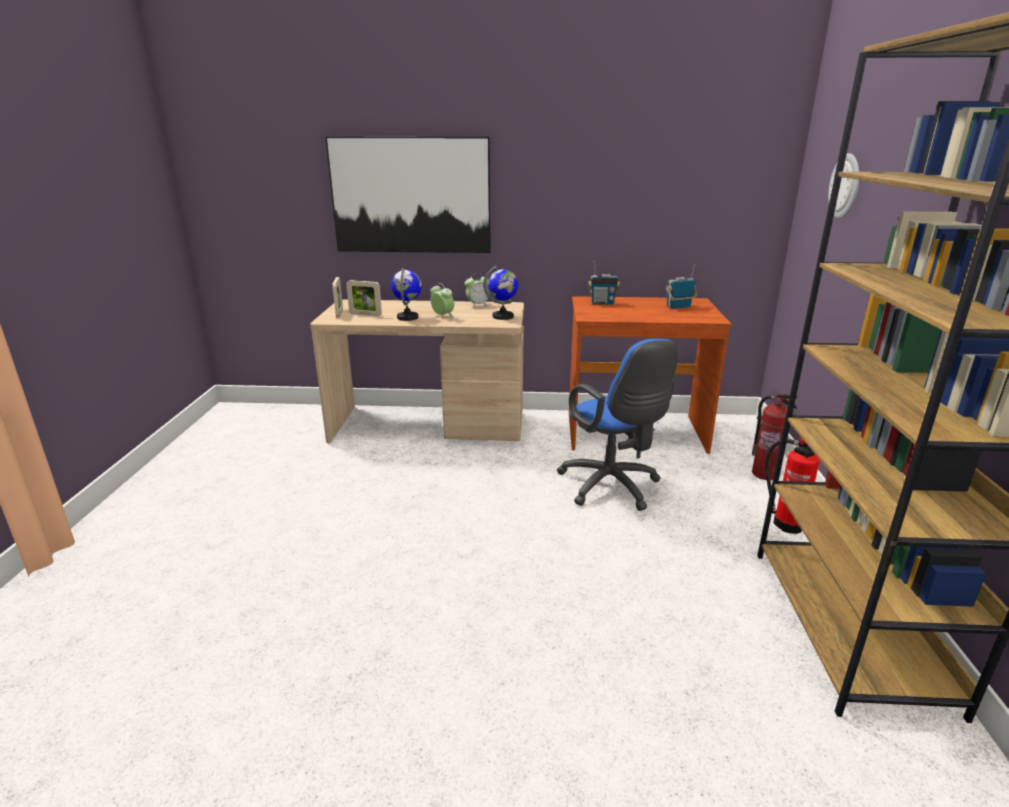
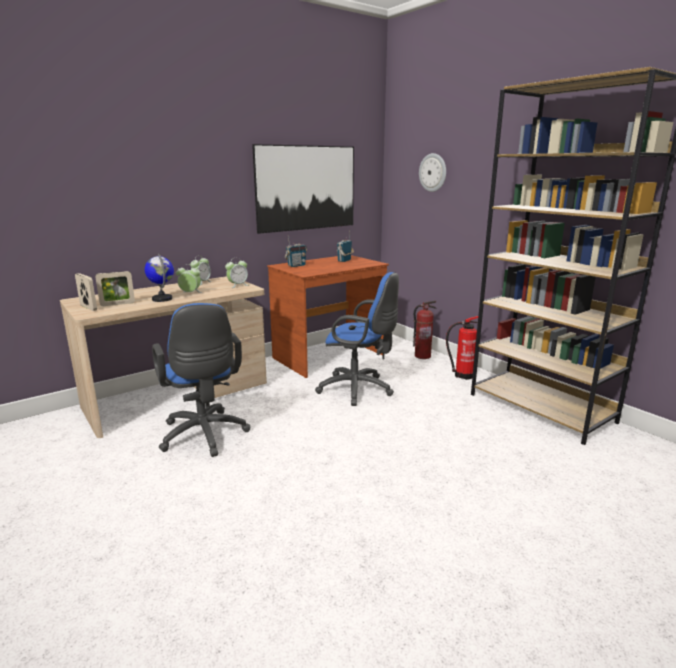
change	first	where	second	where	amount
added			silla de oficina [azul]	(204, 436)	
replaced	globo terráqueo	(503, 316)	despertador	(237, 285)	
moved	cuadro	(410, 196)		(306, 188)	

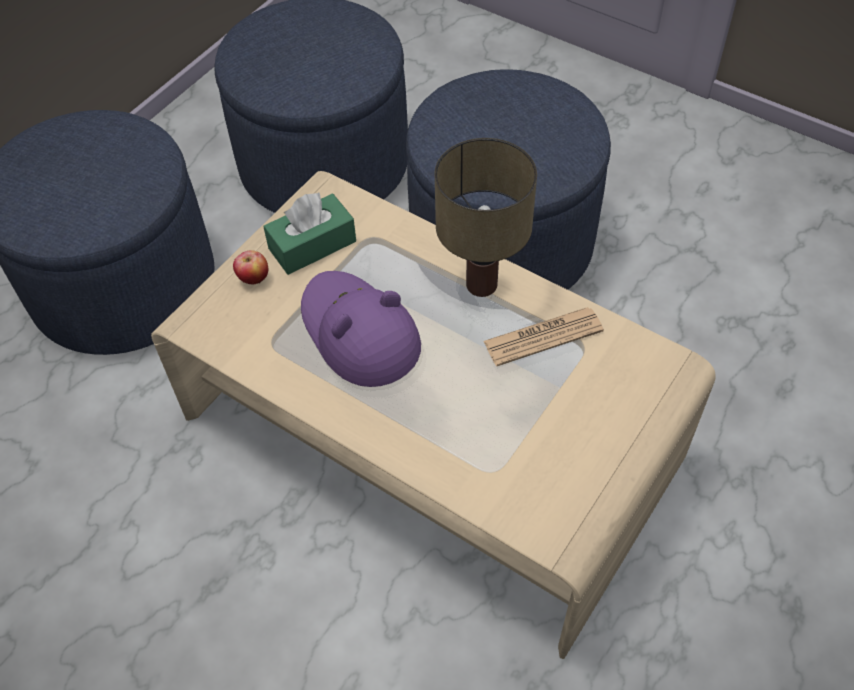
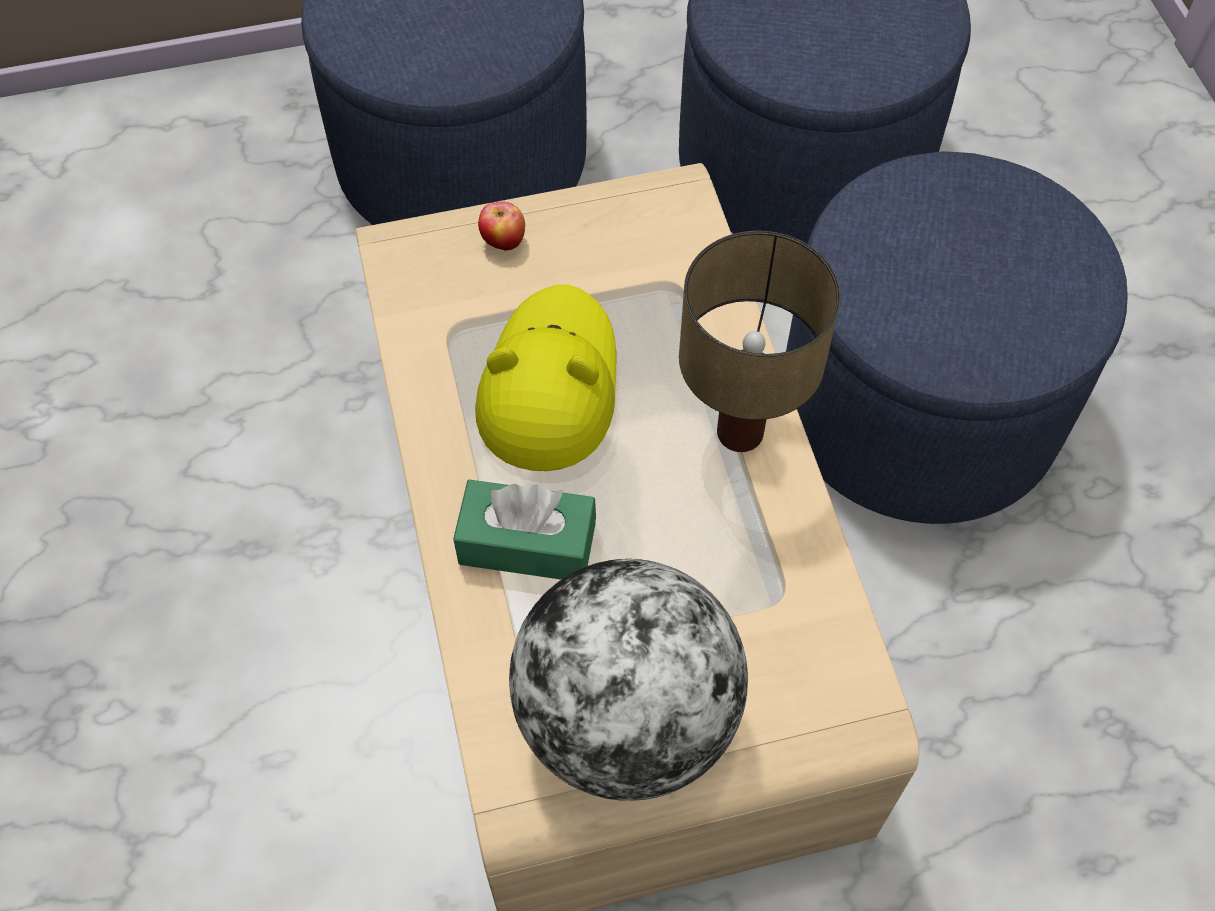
change	first	where	second	where	amount
moved	caja de pañuelos [verde]	(312, 245)		(527, 544)	
recoloured	sombrero [morado]	(358, 333)	sombrero [amarillo]	(549, 385)	
added			globo terráqueo	(627, 719)	
removed	periódico	(543, 337)			

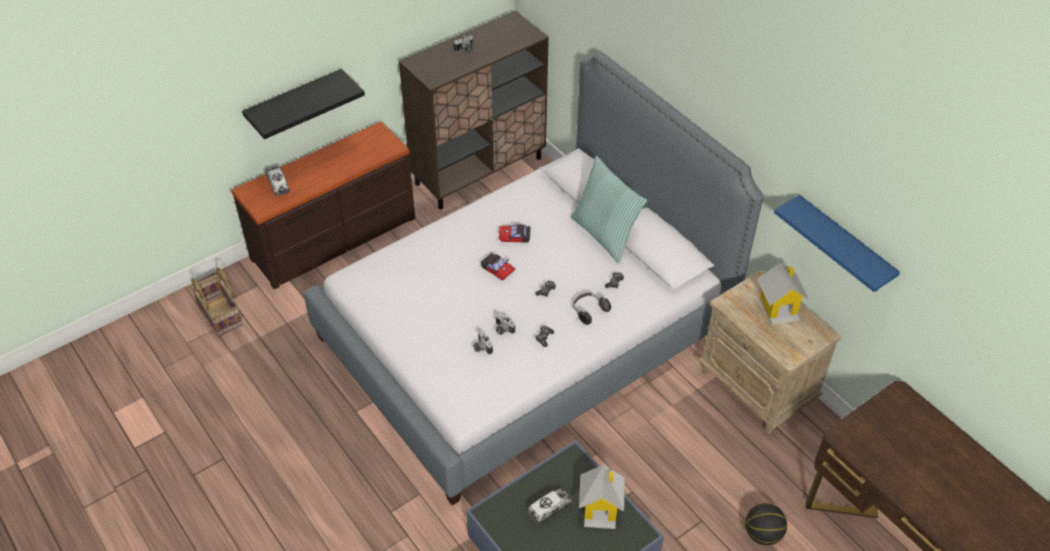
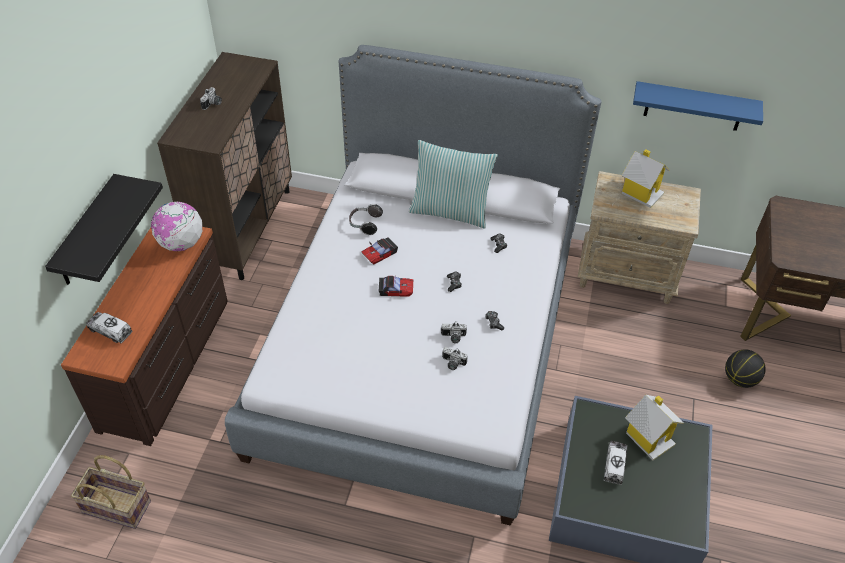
change	first	where	second	where	amount
added			globo terráqueo	(181, 244)	
moved	auriculares	(589, 311)		(365, 224)	

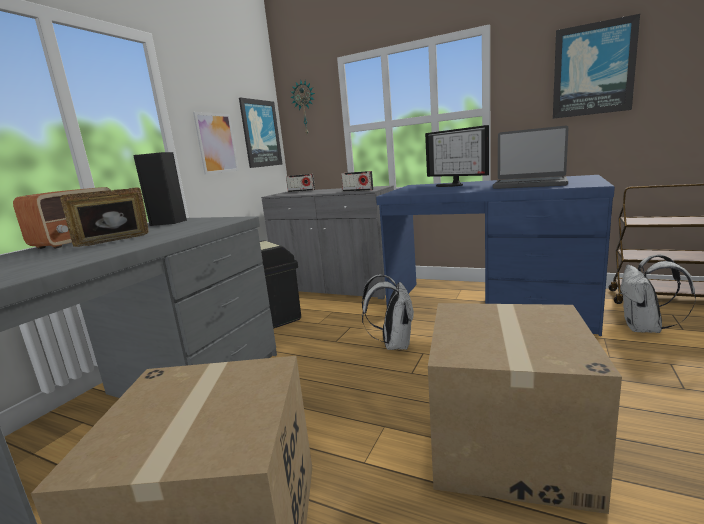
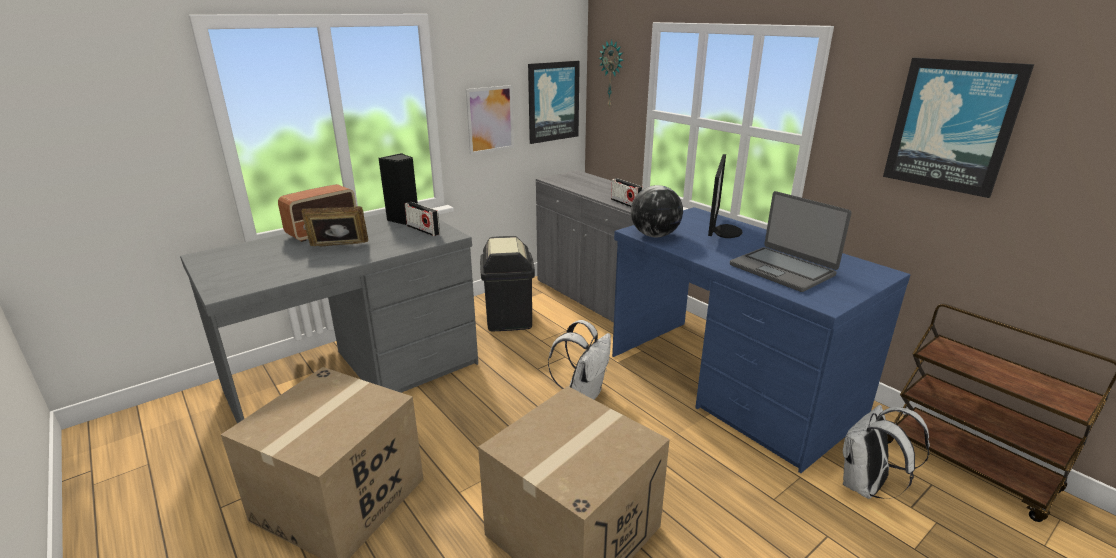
change	first	where	second	where	amount
moved	radio	(301, 191)		(423, 230)	
added			globo terráqueo	(654, 235)	
turned	monitor	(451, 185)		(723, 231)	150 degrees counterclockwise

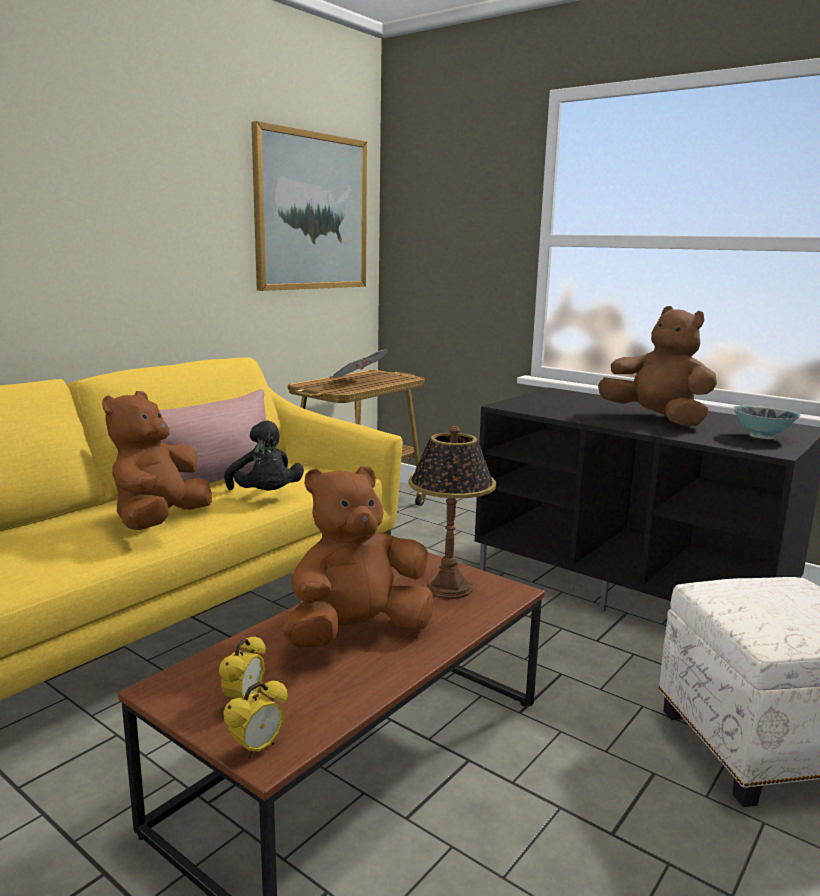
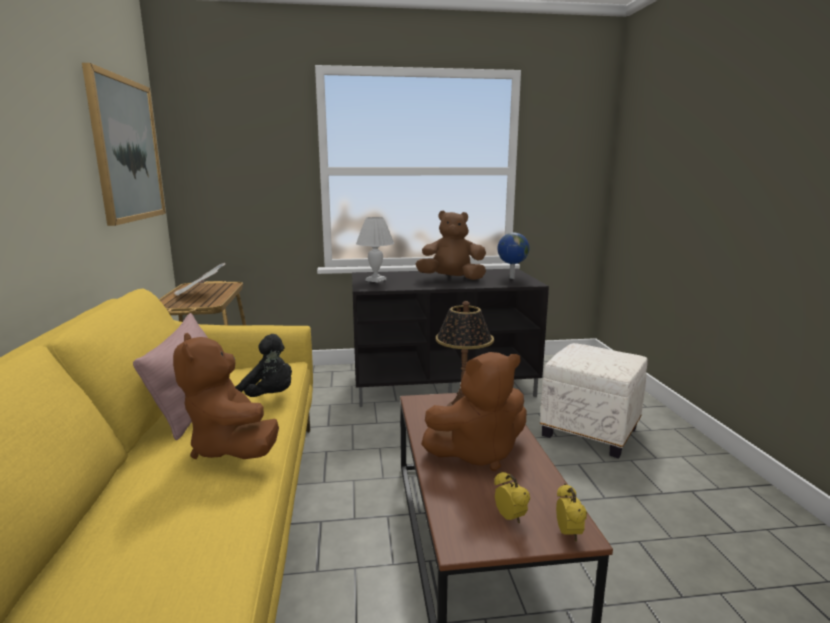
change	first	where	second	where	amount
added			lámpara de mesa [blanco]	(376, 280)	
turned	peluche [marrón]	(357, 633)		(478, 453)	120 degrees counterclockwise
replaced	cuenco	(762, 437)	globo terráqueo	(511, 278)	

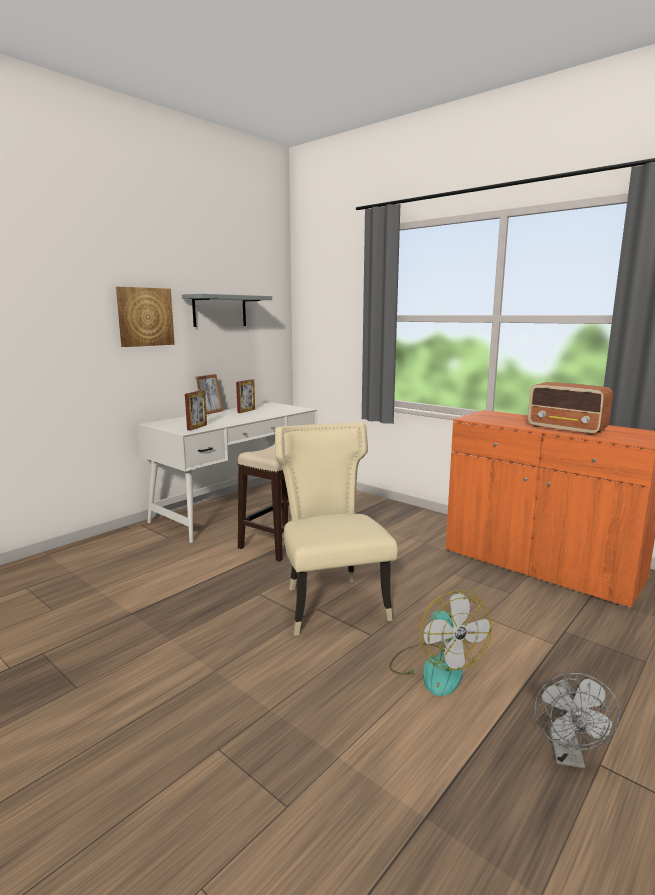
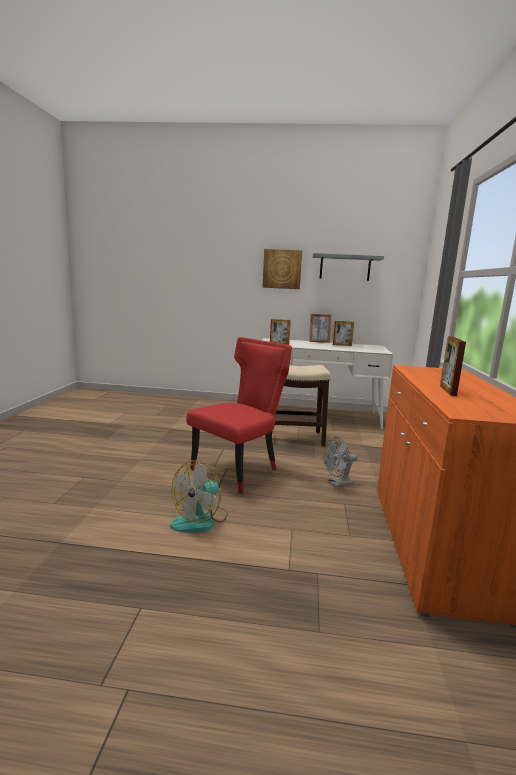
change	first	where	second	where	amount
recoloured	silla [beis]	(331, 603)	silla [rojo]	(239, 470)	
moved	ventilador [gris]	(567, 756)		(337, 484)	
replaced	radio	(567, 429)	portarretratos	(448, 390)	

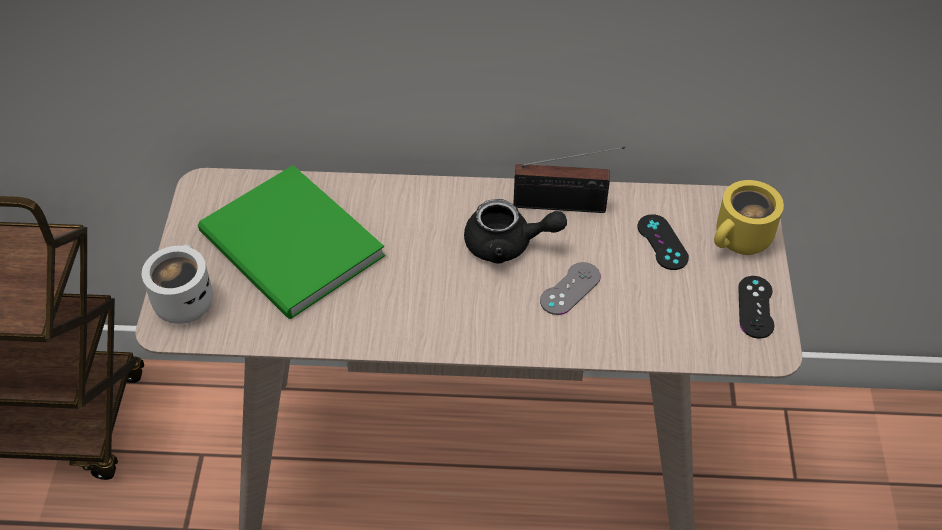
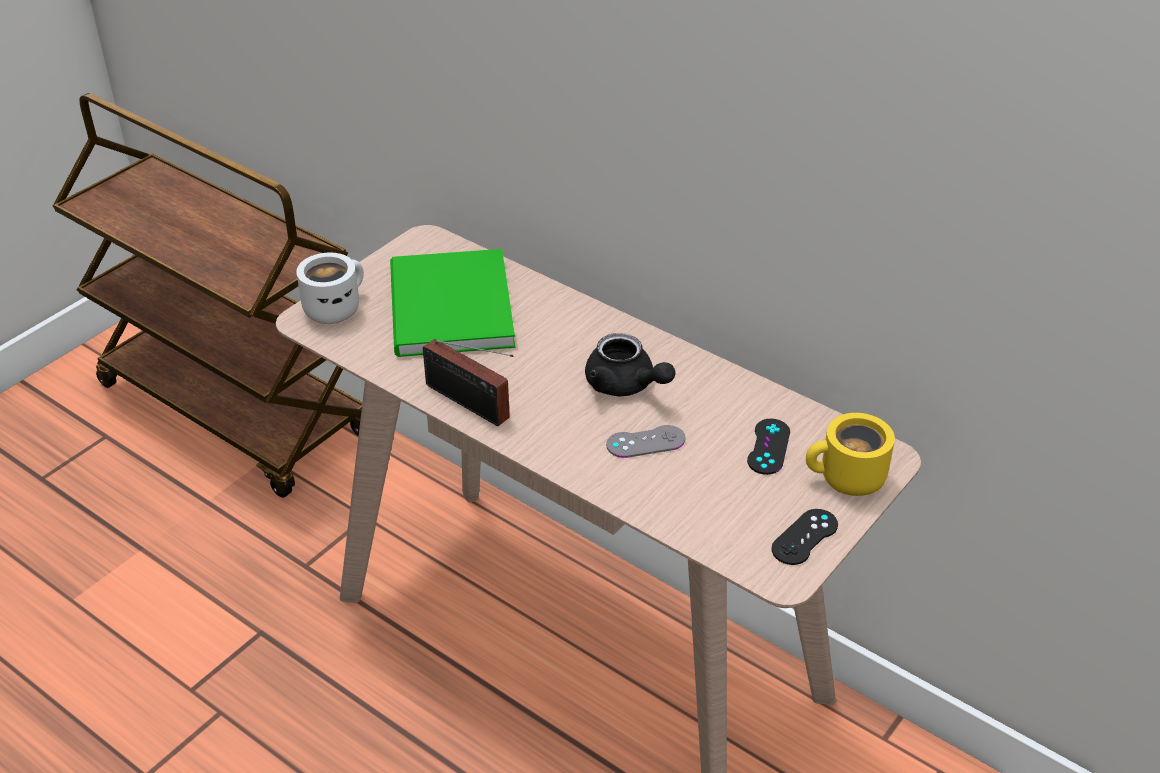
change	first	where	second	where	amount
moved	radio	(565, 206)		(470, 404)	

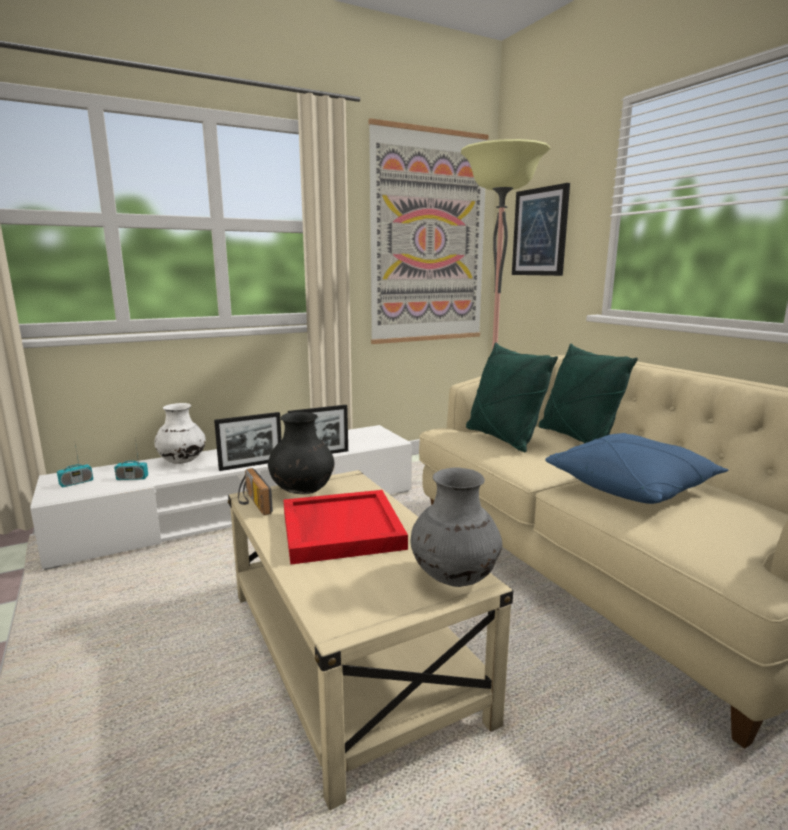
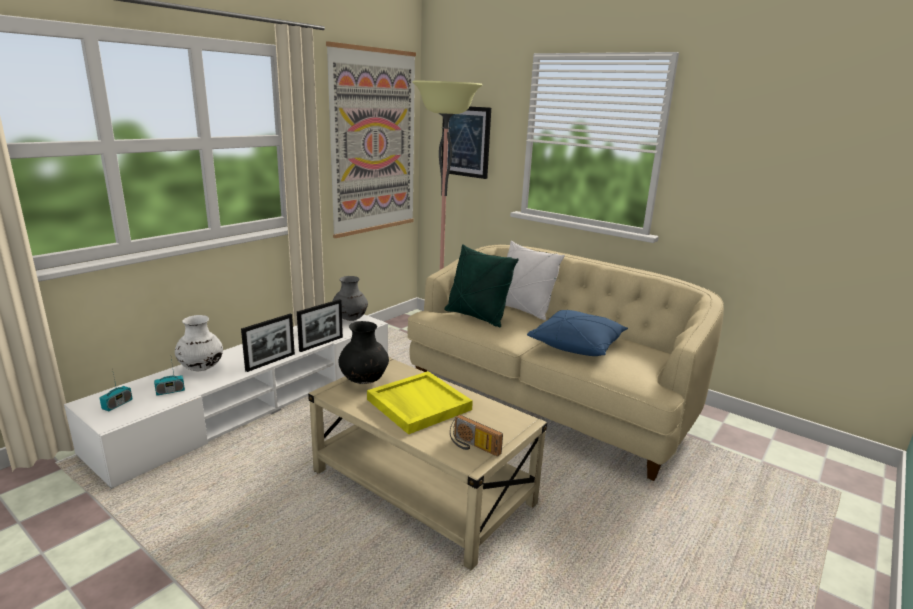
change	first	where	second	where	amount
moved	florero [gris]	(454, 578)		(350, 319)	
recoloured	bandeja [rojo]	(340, 529)	bandeja [amarillo]	(418, 404)	
moved	radio	(252, 503)		(472, 447)	
recoloured	cojín [verde]	(577, 438)	cojín [blanco]	(522, 310)	

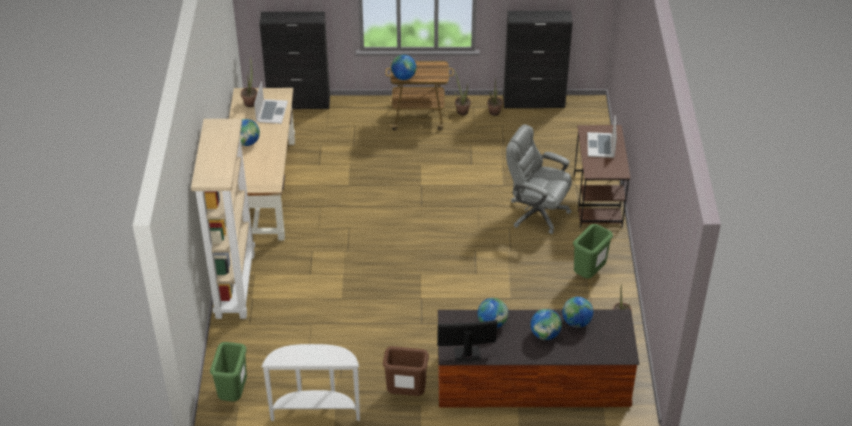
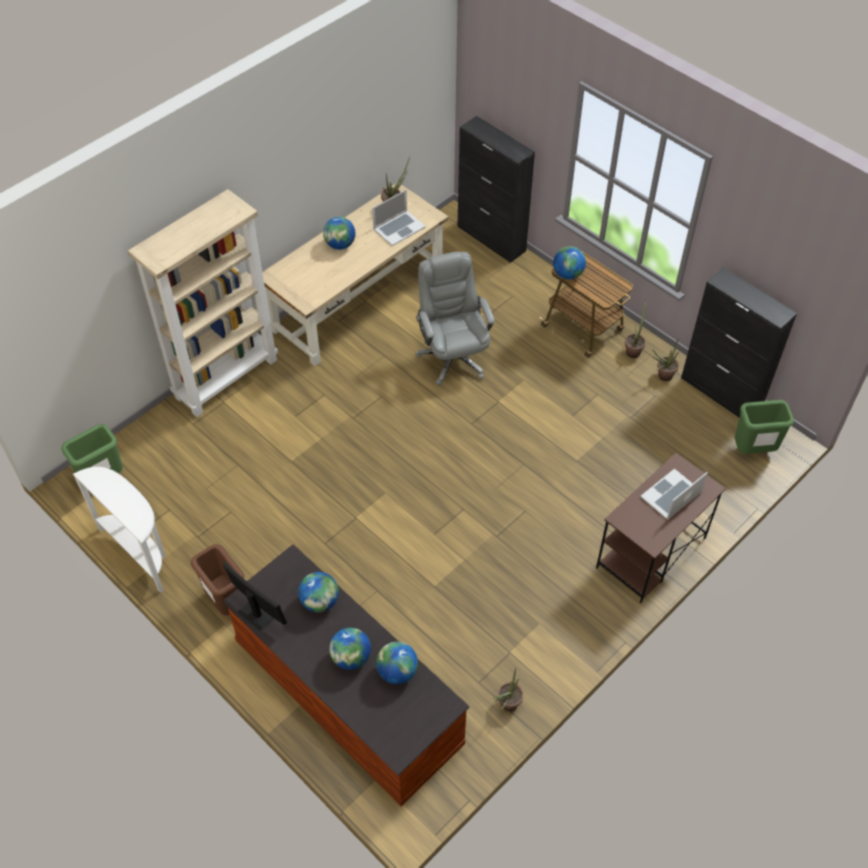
change	first	where	second	where	amount
moved	silla de oficina [gris]	(536, 212)		(453, 357)	
moved	papelera [verde]	(589, 274)		(753, 451)	

